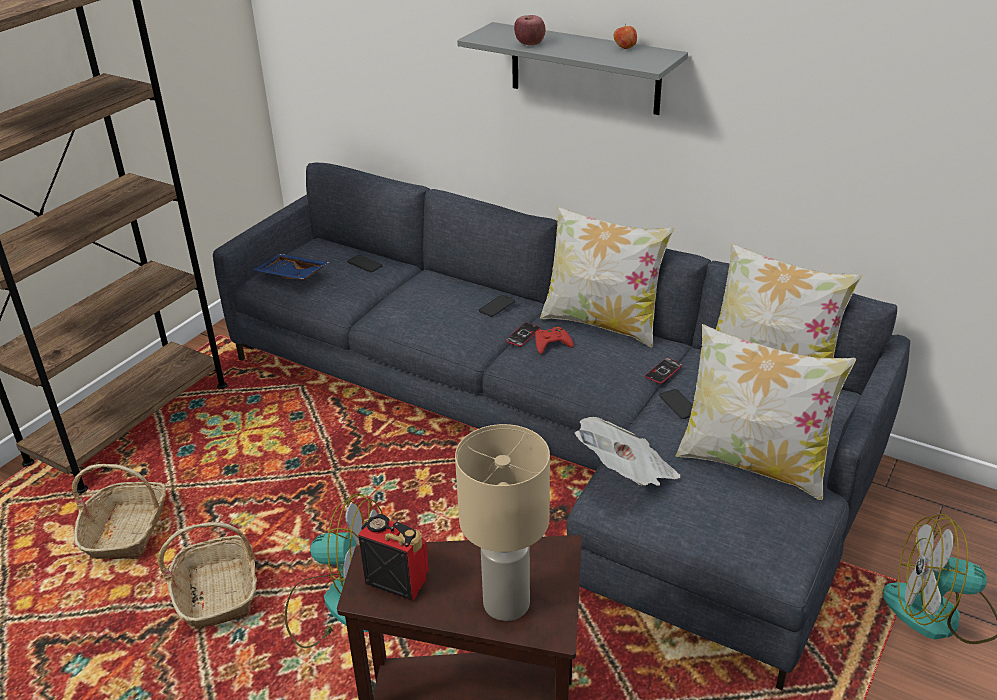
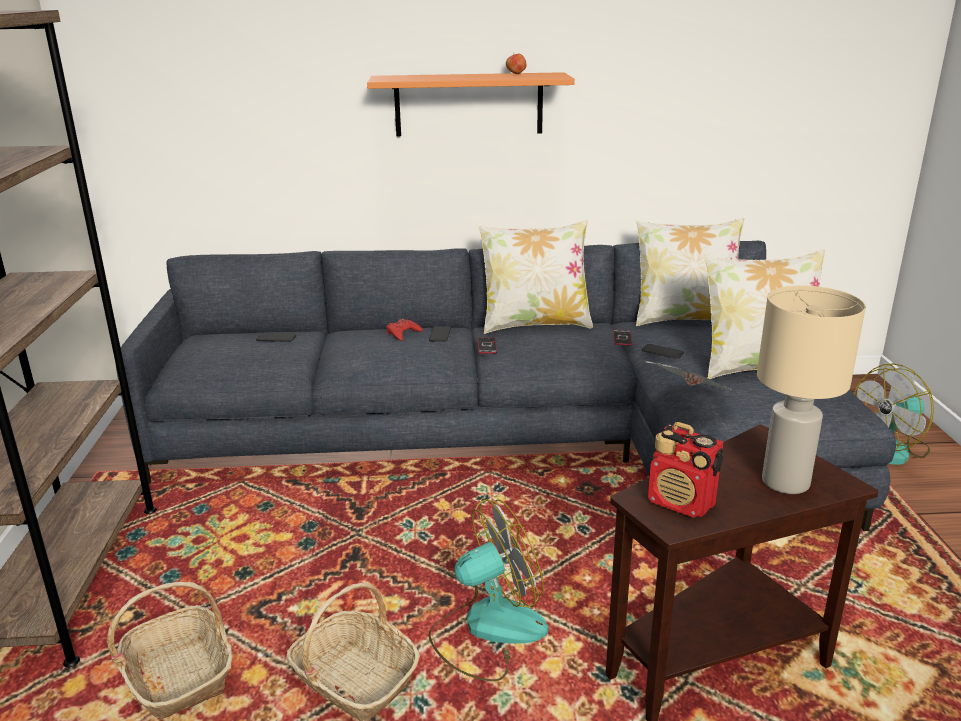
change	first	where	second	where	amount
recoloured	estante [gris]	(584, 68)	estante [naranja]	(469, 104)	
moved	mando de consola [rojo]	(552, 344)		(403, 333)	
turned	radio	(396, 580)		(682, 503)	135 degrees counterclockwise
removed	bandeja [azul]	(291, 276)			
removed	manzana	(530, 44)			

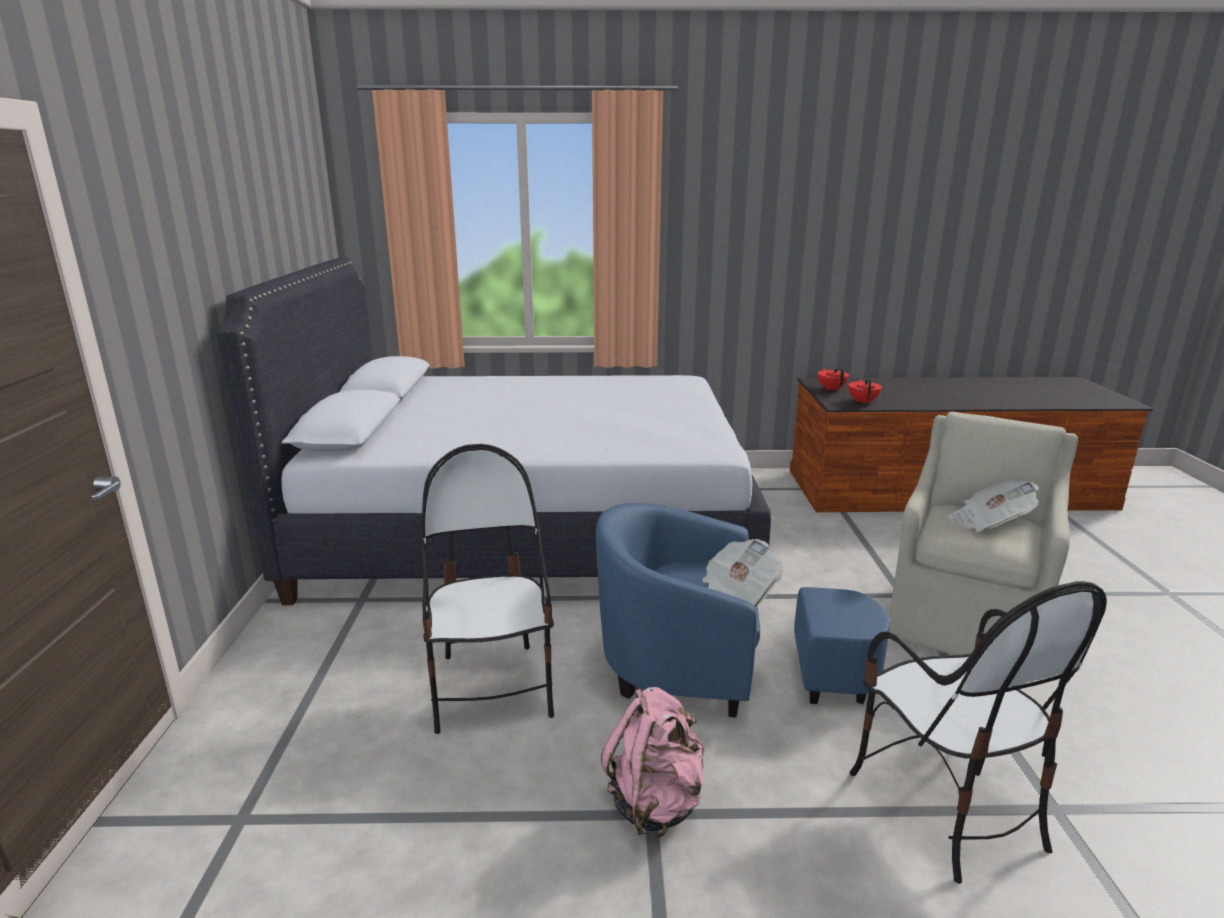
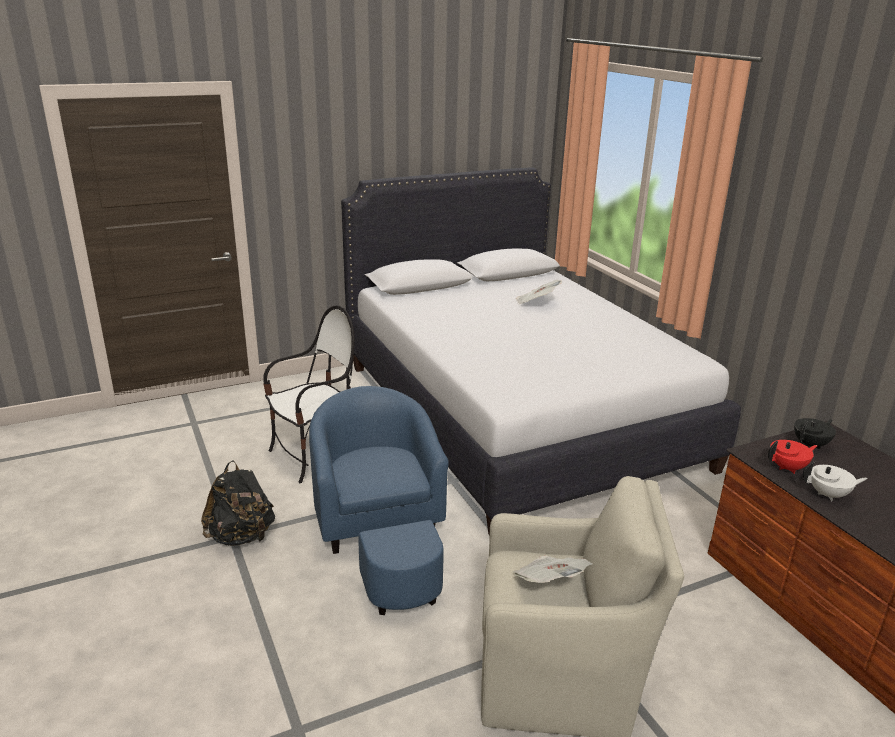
change	first	where	second	where	amount
recoloured	mochila [rosa]	(656, 802)	mochila [negro]	(241, 536)	
moved	periódico	(736, 596)		(536, 303)	
recoloured	tetera [rojo]	(831, 389)	tetera [negro]	(811, 444)	
added			tetera [blanco]	(828, 495)	
removed	silla	(945, 806)			

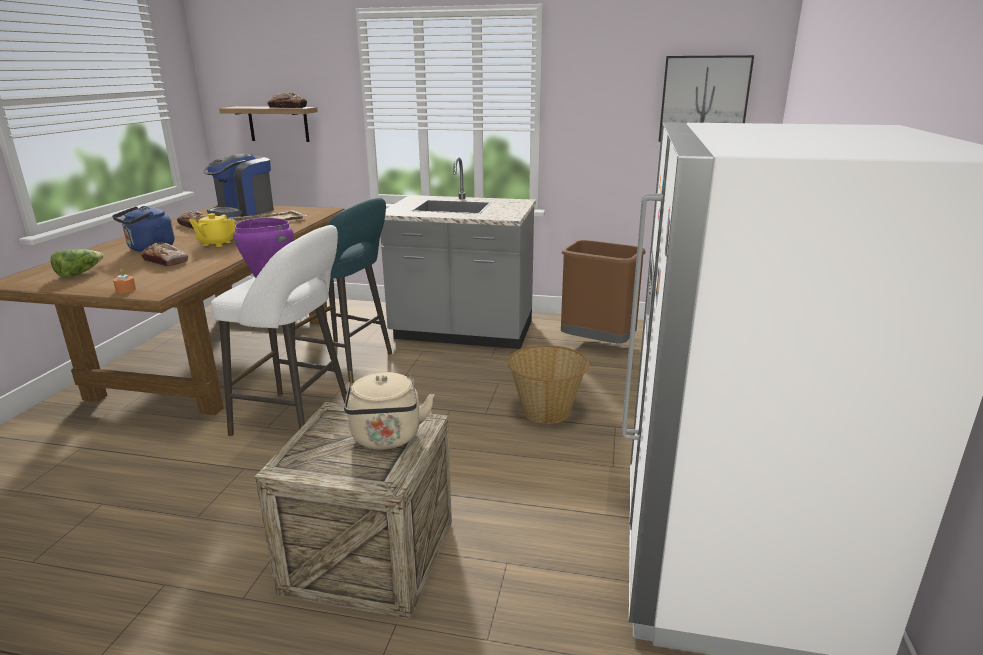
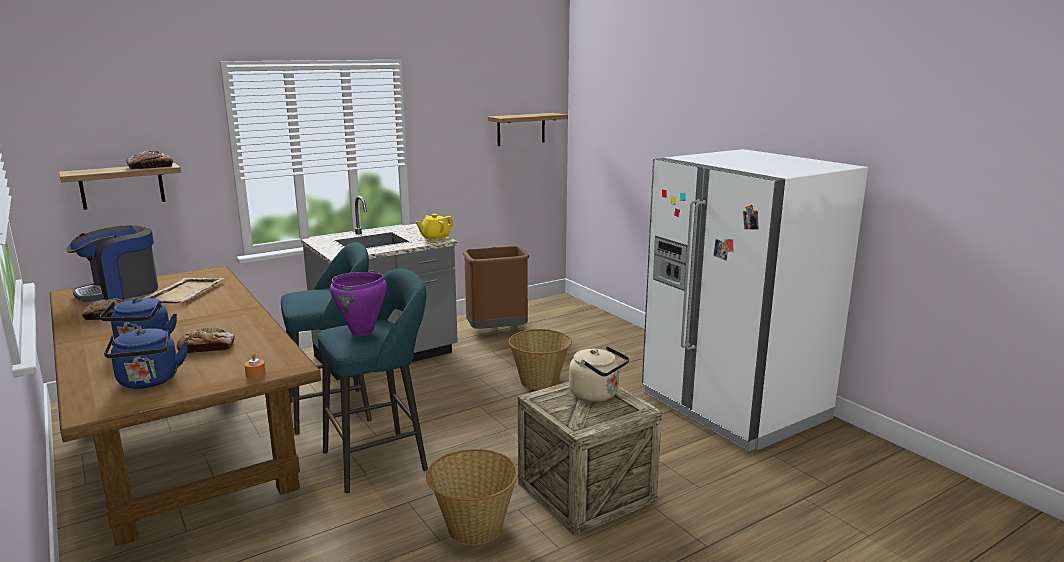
change	first	where	second	where	amount
turned	cafetera	(244, 211)		(120, 292)	60 degrees clockwise
replaced	lechuga	(79, 273)	hervidor [azul]	(149, 382)	
recoloured	taburete [blanco]	(298, 420)	taburete [turquesa]	(381, 459)	
moved	tetera [amarillo]	(216, 243)		(435, 239)	
added			cesta	(473, 528)	
replaced	cuadro	(704, 99)	estante	(521, 129)	

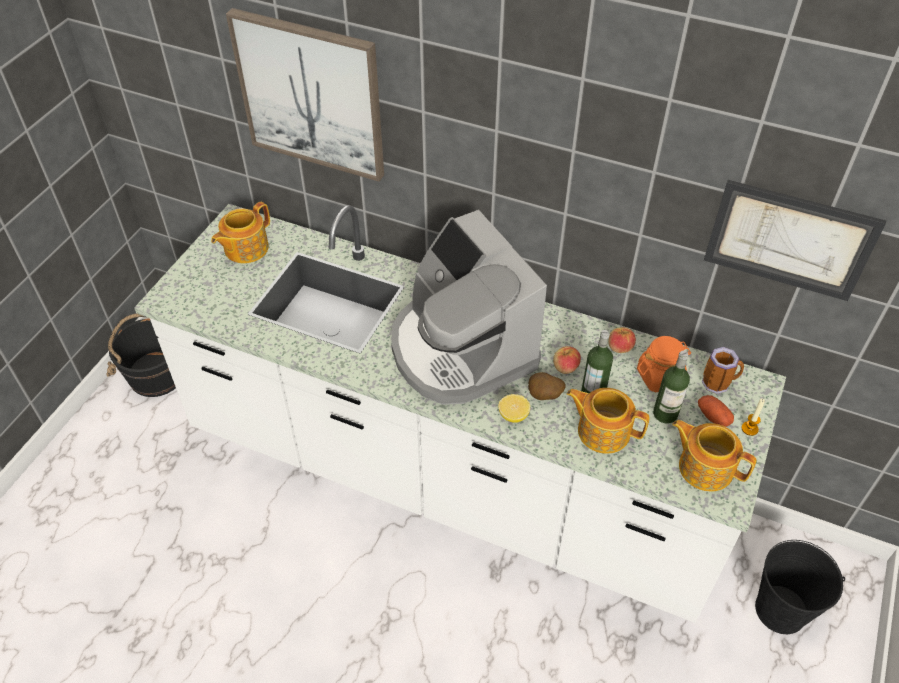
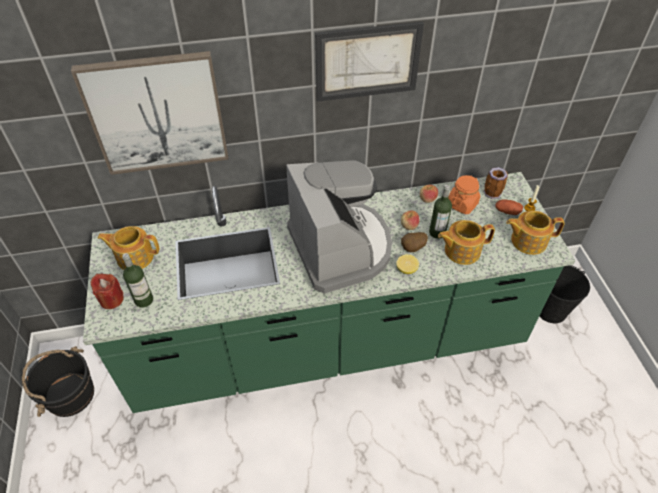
change	first	where	second	where	amount
recoloured	mueble bajo de cocina [blanco]	(449, 478)	mueble bajo de cocina [verde]	(329, 344)	
added			vela [rojo]	(111, 299)	
turned	tetera	(245, 248)		(134, 257)	90 degrees clockwise
moved	botella	(665, 414)		(144, 300)	
turned	cafetera	(460, 350)		(340, 248)	135 degrees counterclockwise
moved	cuadro	(789, 240)		(367, 61)	

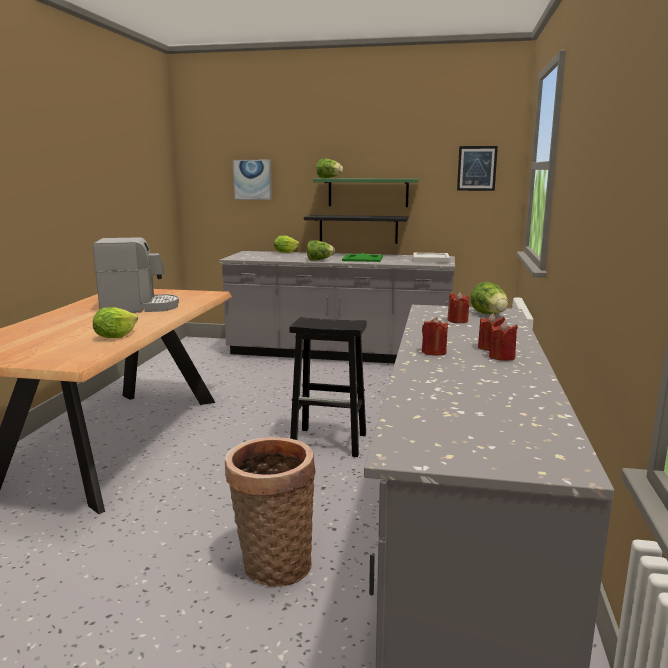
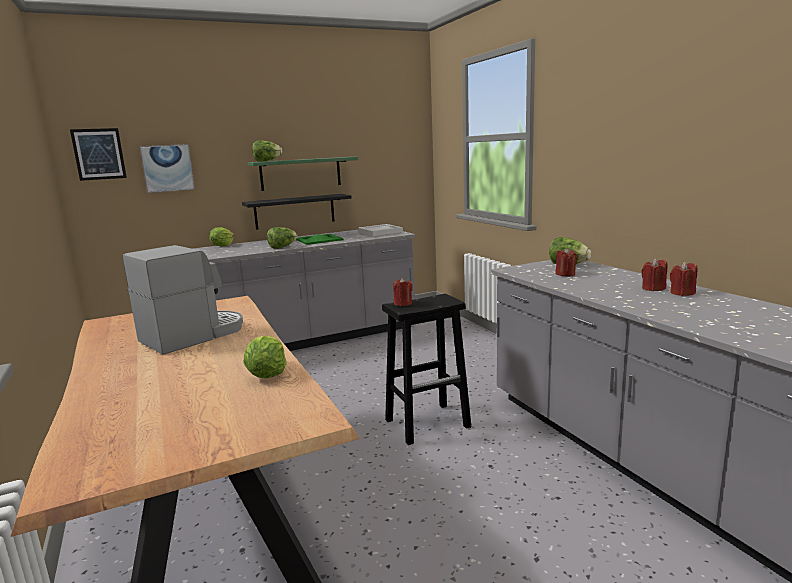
change	first	where	second	where	amount
moved	cuadro	(477, 168)		(99, 154)	
moved	vela [rojo]	(434, 352)		(403, 303)	
removed	cesta	(272, 564)			

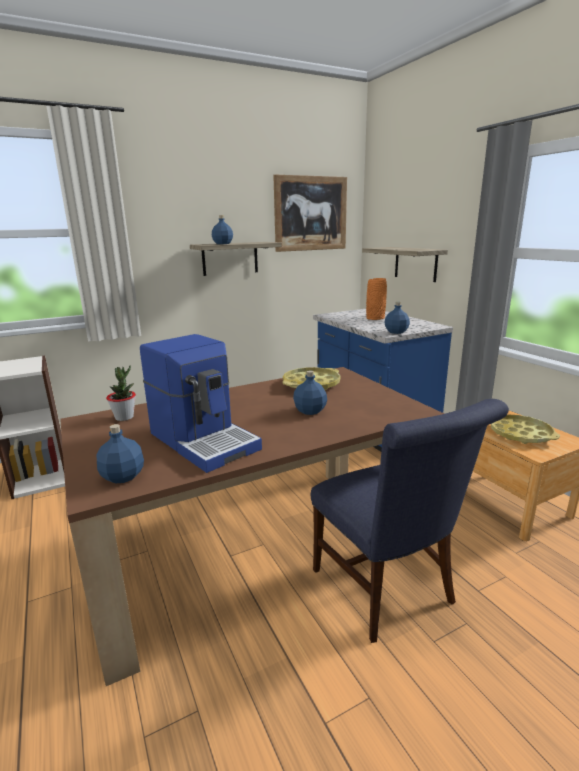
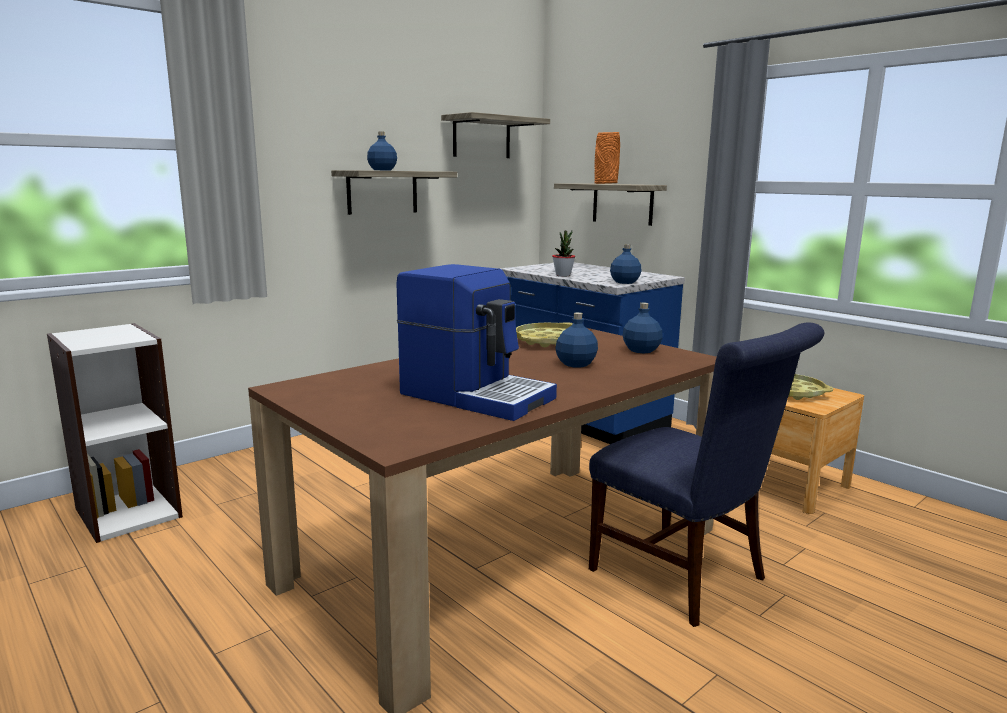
change	first	where	second	where	amount
replaced	cuadro	(311, 214)	estante	(481, 137)	
moved	planta en maceta	(124, 417)		(563, 275)	
moved	florero [naranja]	(375, 318)		(605, 183)	
moved	botella [azul]	(123, 476)		(642, 350)	

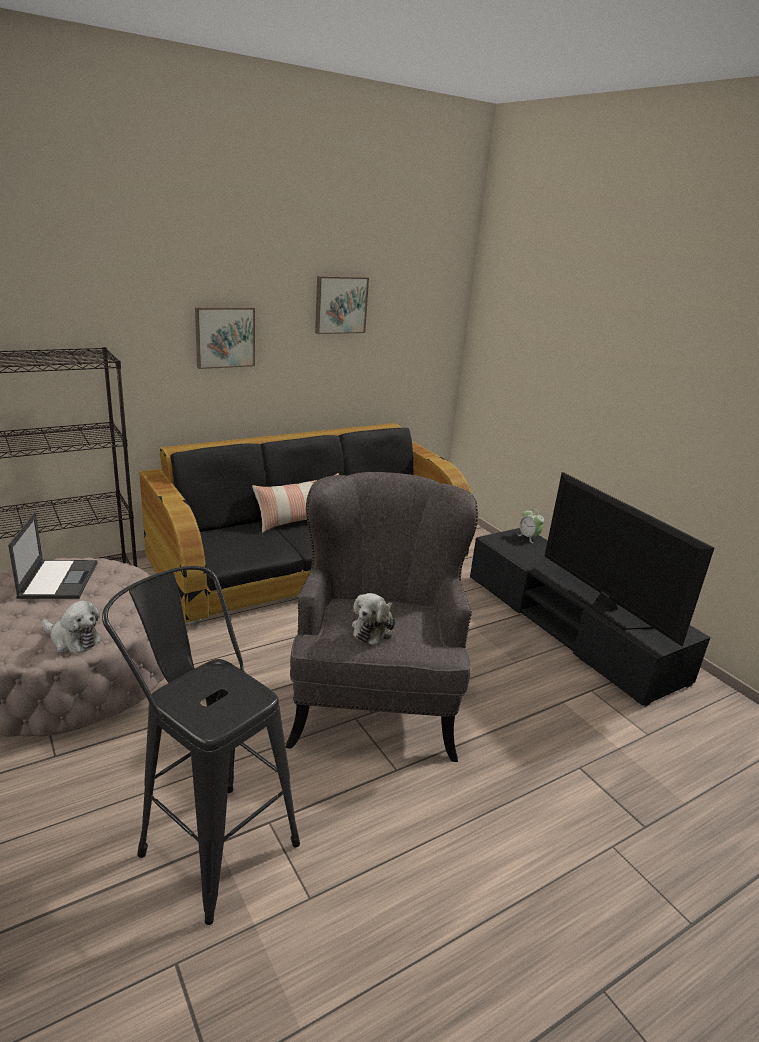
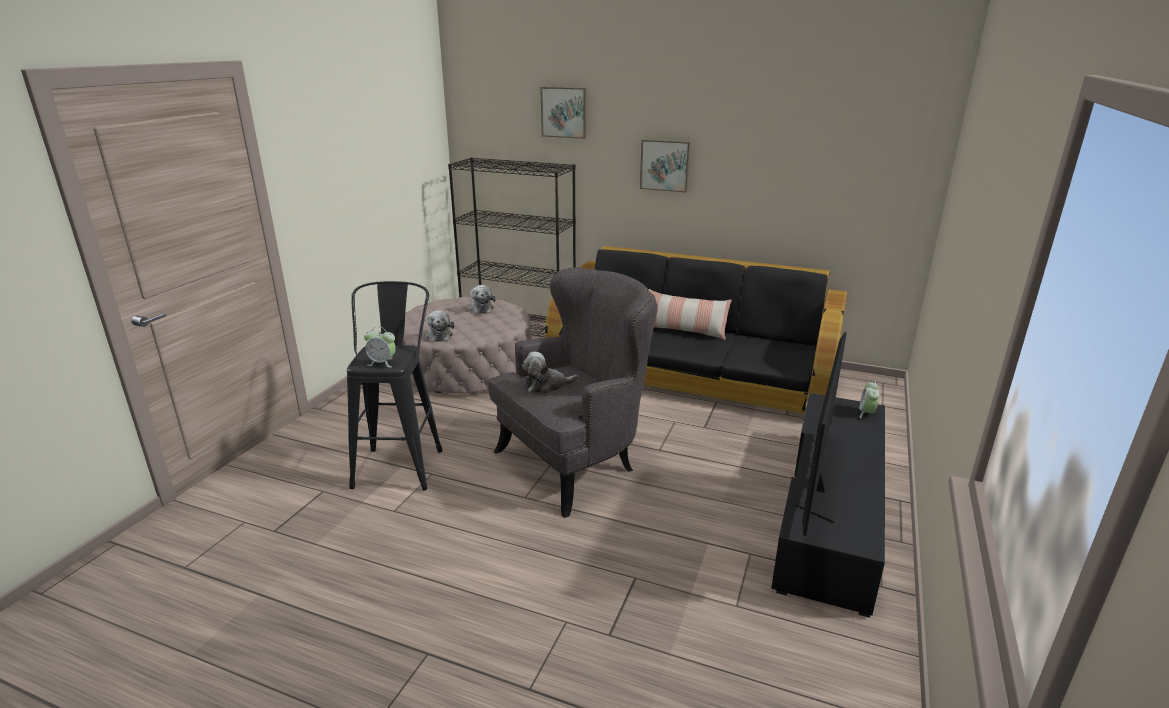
change	first	where	second	where	amount
added			despertador	(382, 363)	
replaced	portátil	(59, 579)	peluche	(481, 308)	
moved	cuadro	(340, 304)		(564, 112)	

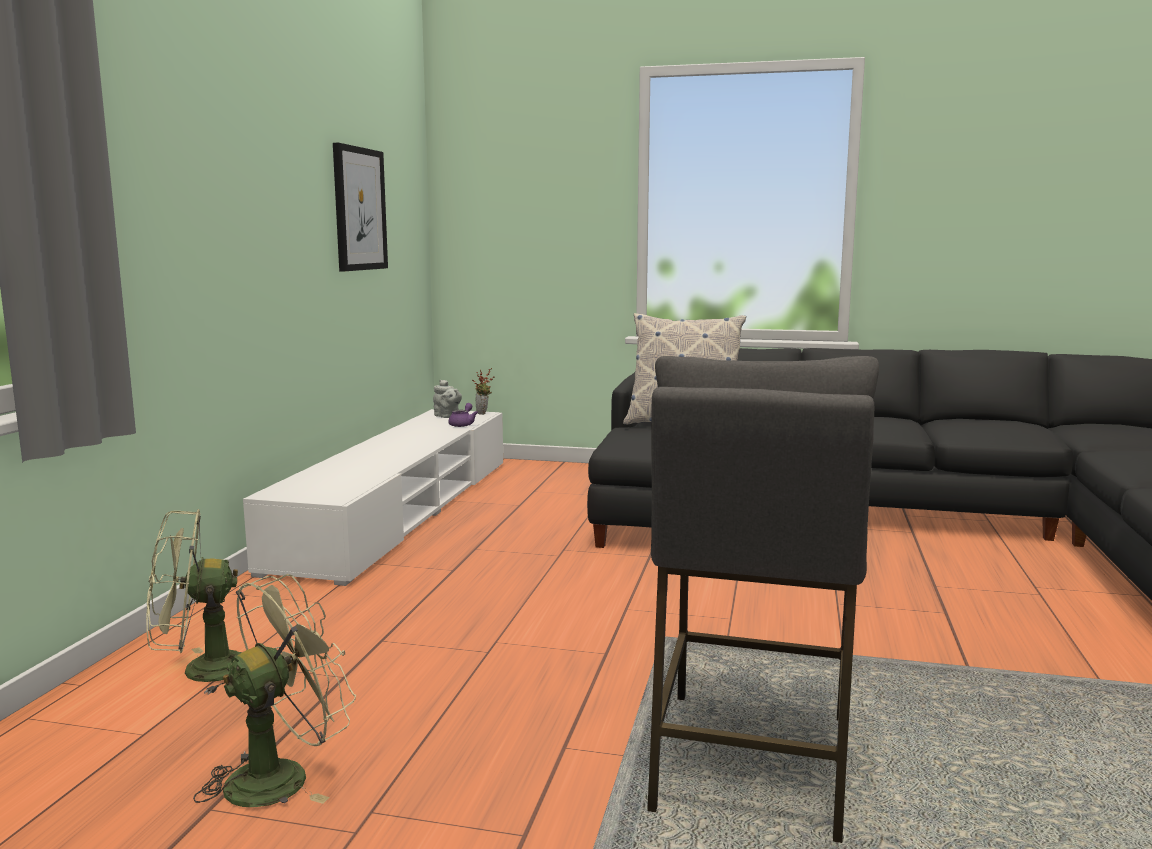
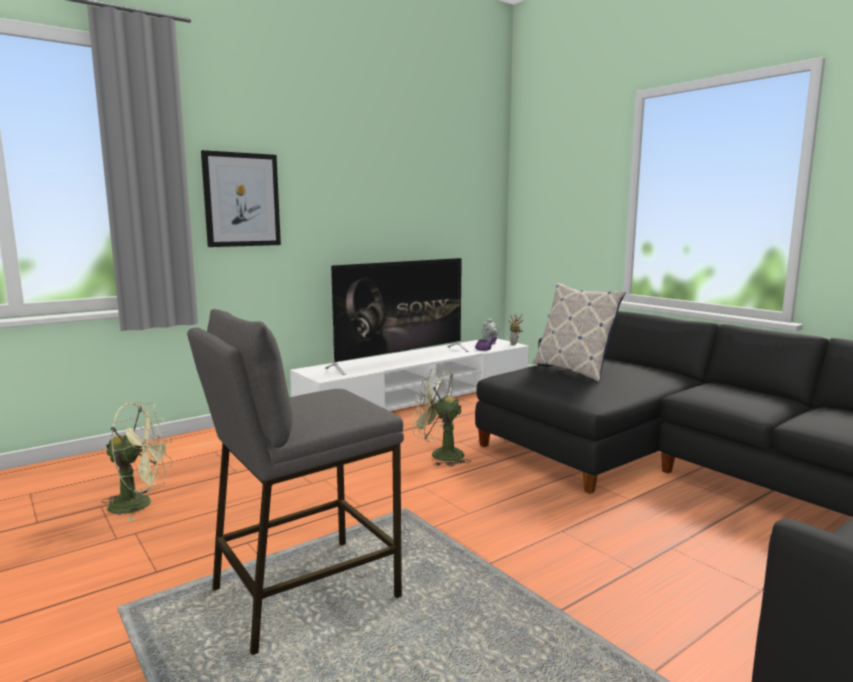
change	first	where	second	where	amount
moved	cuadro	(359, 209)		(241, 200)	
added			televisor	(401, 359)	
moved	ventilador [verde]	(201, 672)		(439, 455)	

